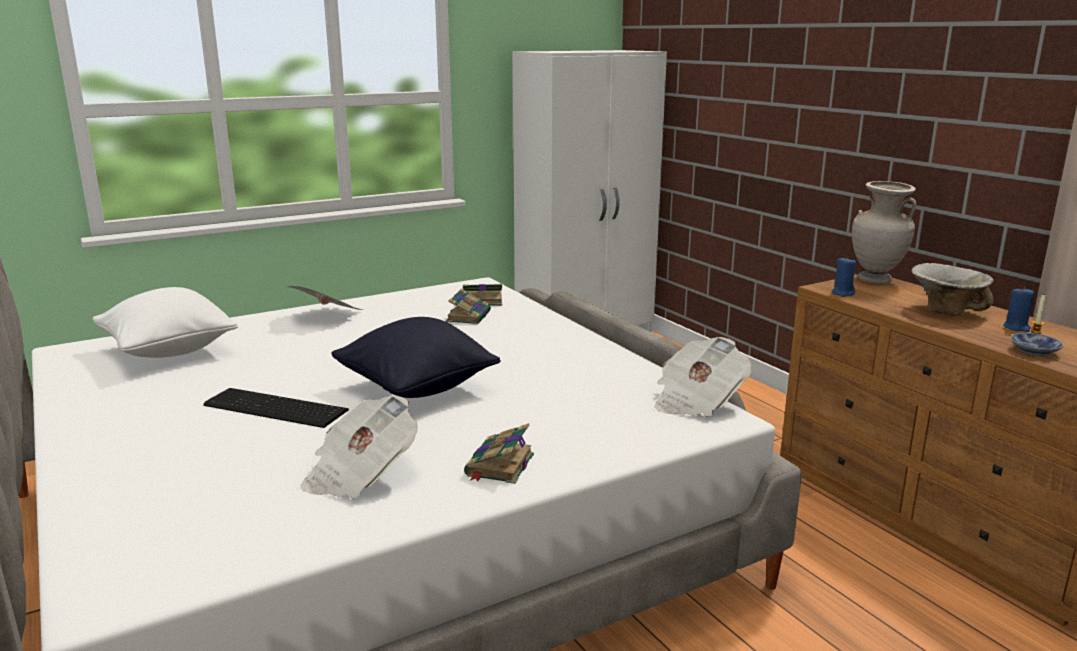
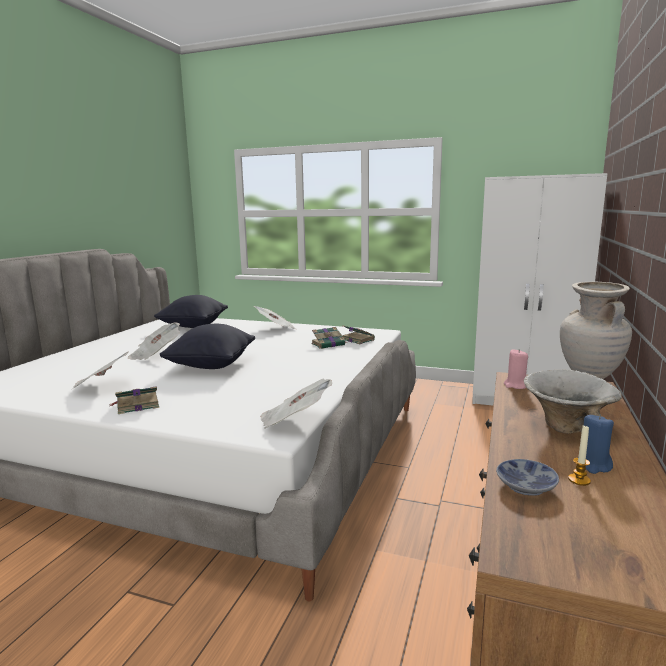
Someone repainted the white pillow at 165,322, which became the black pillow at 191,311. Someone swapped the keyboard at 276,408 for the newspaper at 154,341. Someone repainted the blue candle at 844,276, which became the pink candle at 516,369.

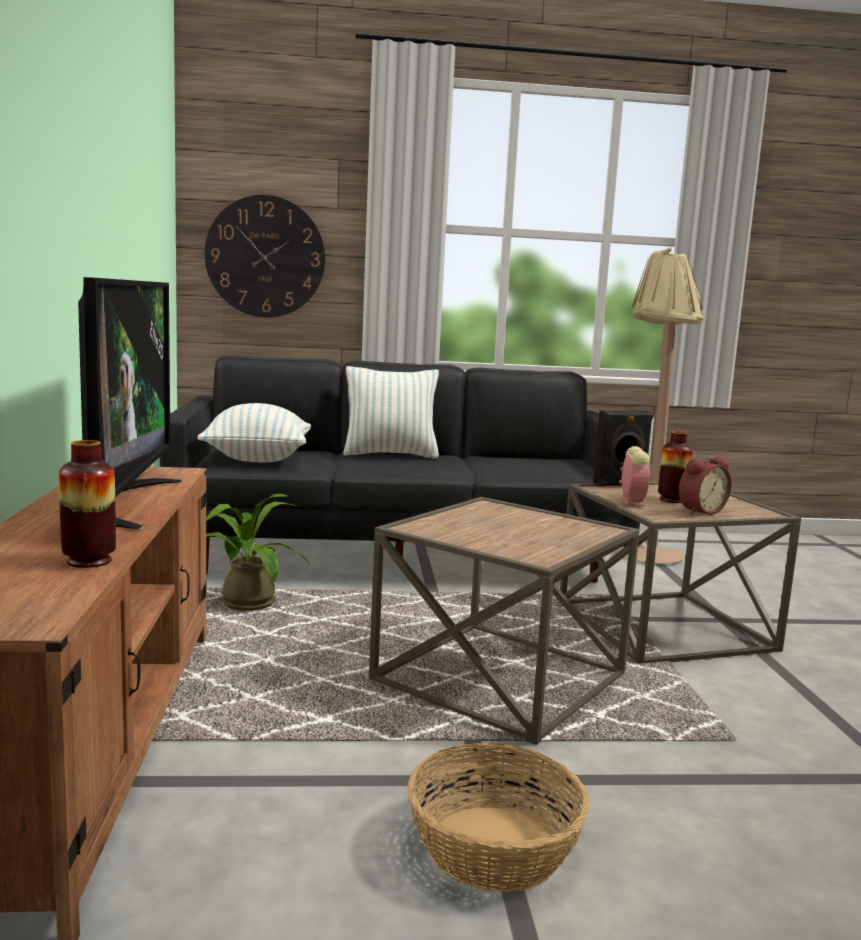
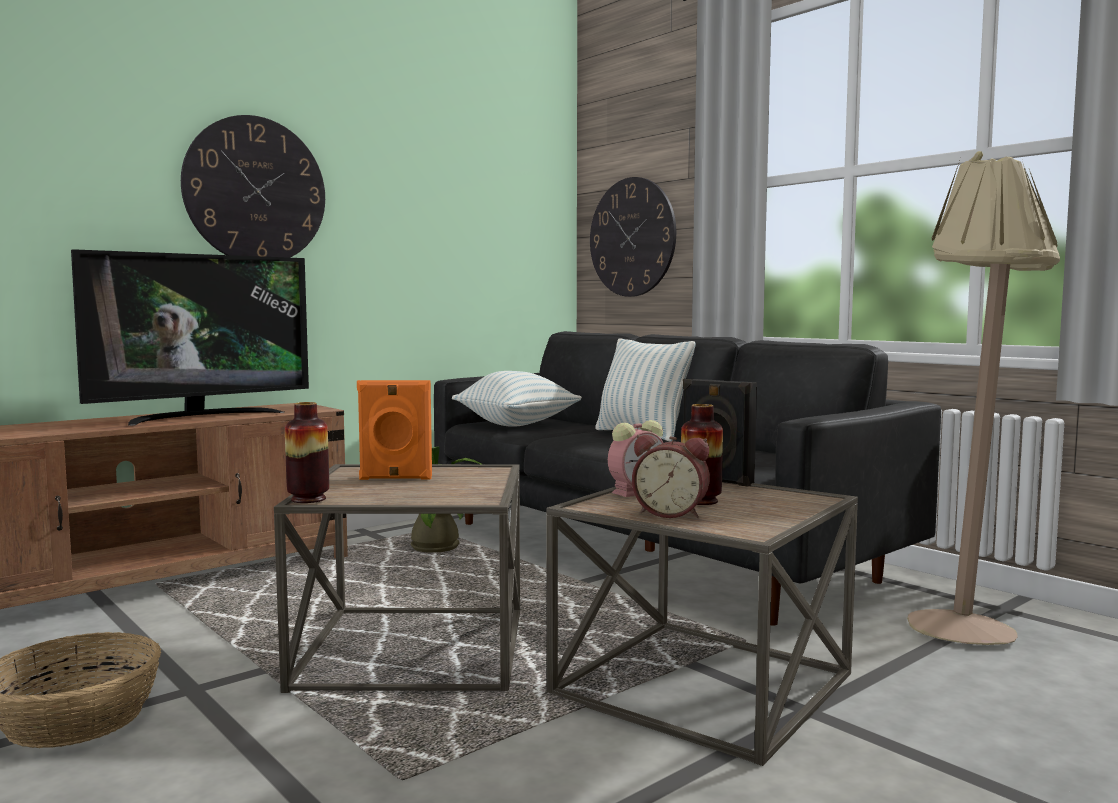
Someone carried the vase from 87,504 to 307,452. Someone put up the wall clock at 253,186. Someone put down the orange speaker at 394,430.

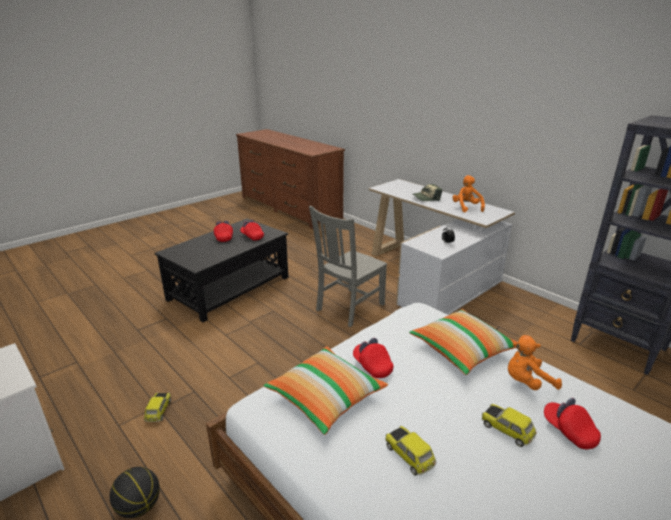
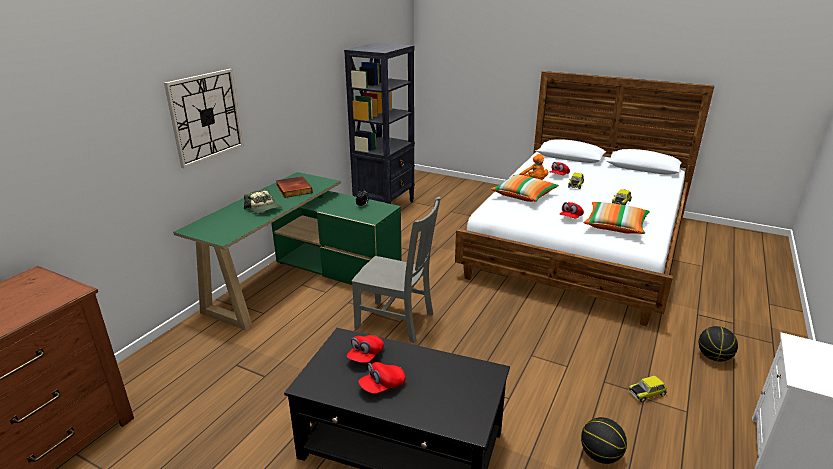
Someone repainted the white desk at 442,247, which became the green desk at 287,251. Someone swapped the orange plush toy at 468,193 for the book at 294,187. Someone put up the wall clock at 204,118. Someone put down the basketball at 604,440.

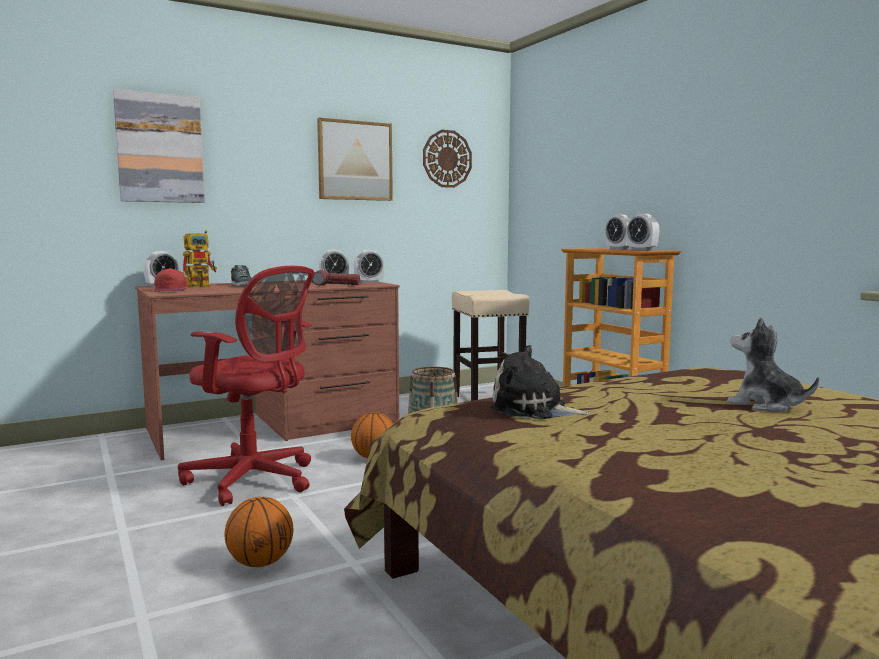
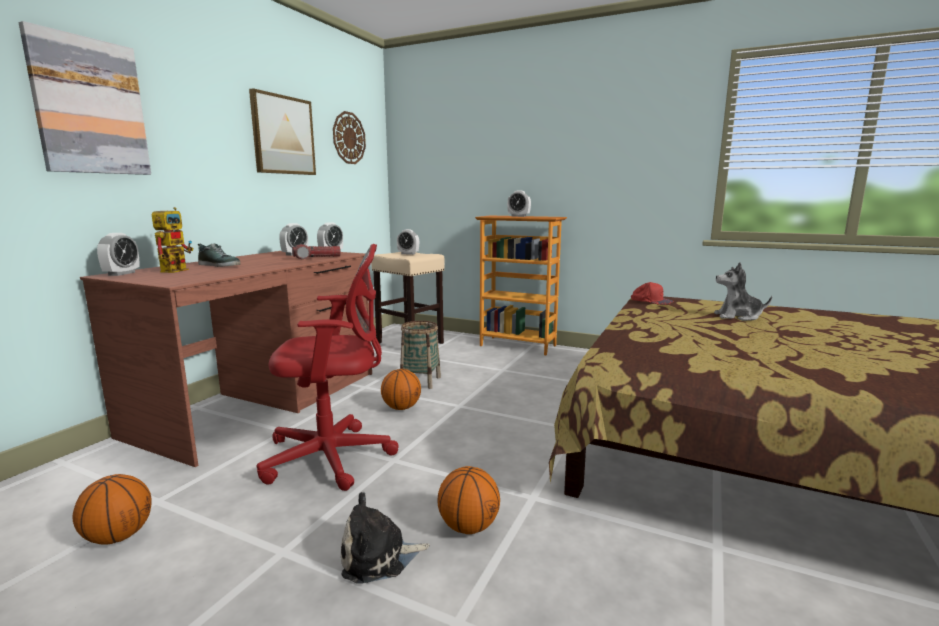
Someone carried the red cap from 171,280 to 652,293. Someone carried the plush toy from 540,382 to 385,538. Someone carried the alarm clock from 643,232 to 408,242. Someone put down the basketball at 112,509.

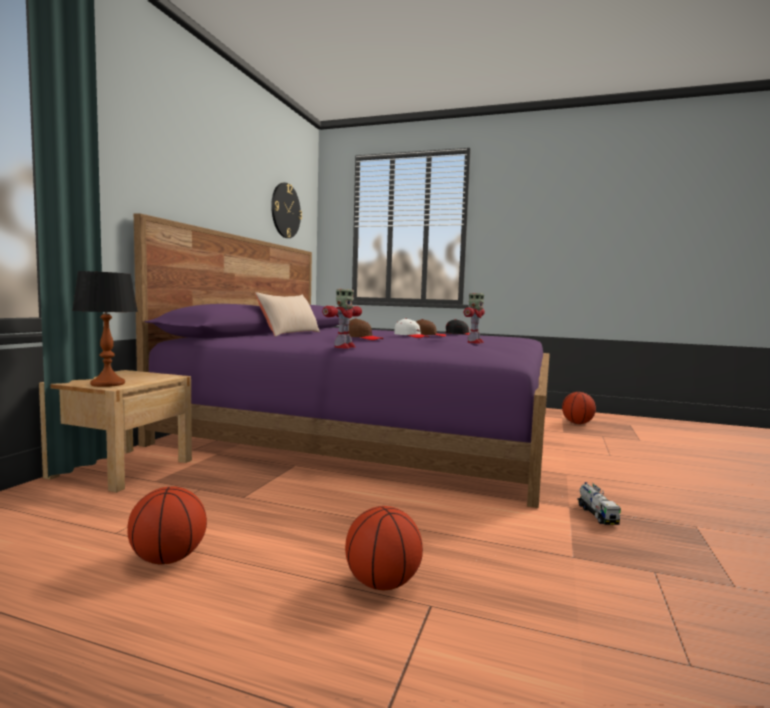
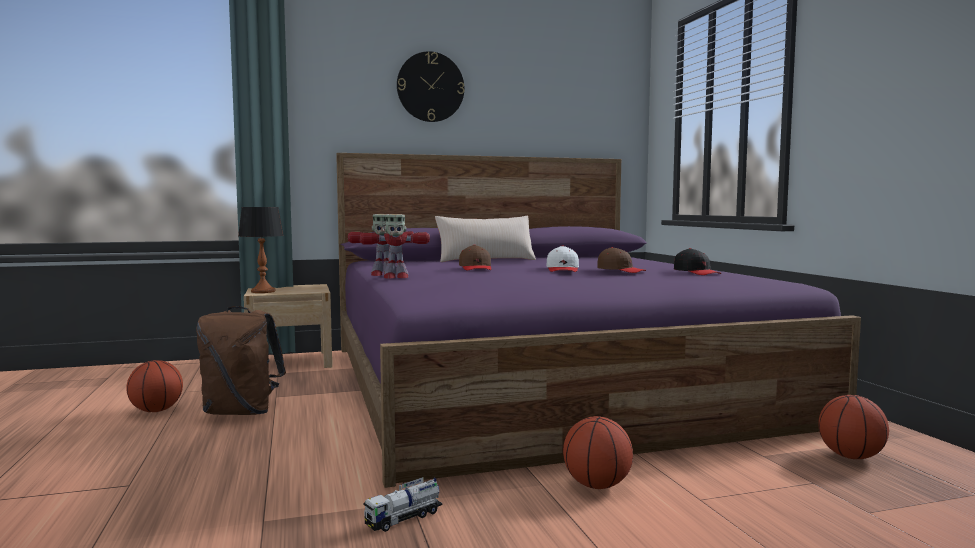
Someone carried the wall clock from 286,210 to 430,86. Someone carried the basketball from 384,548 to 598,452. Someone carried the toy robot from 474,318 to 395,246. Someone put down the brown backpack at 241,360.

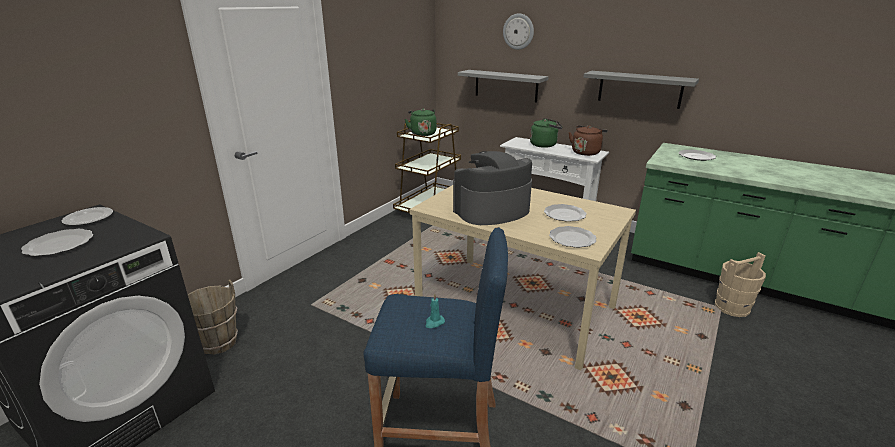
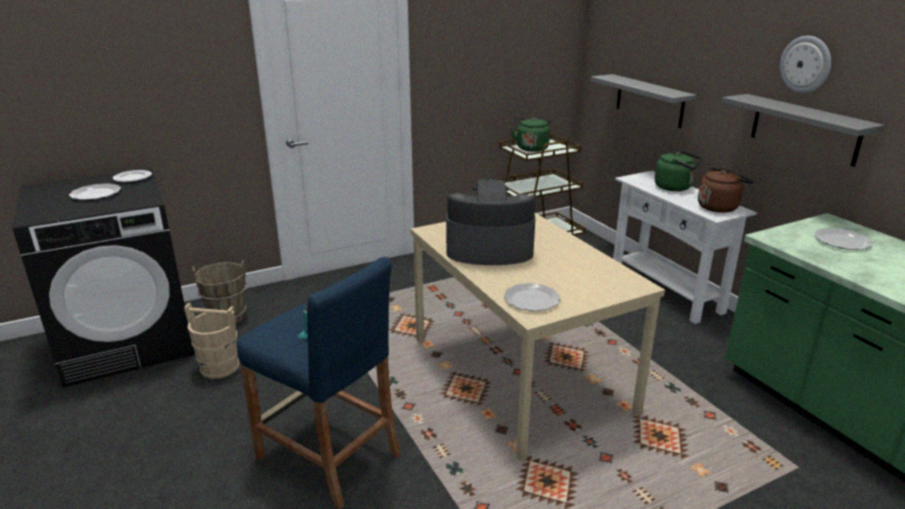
Someone carried the wall clock from 518,31 to 805,64. Someone took away the plate at 565,213. Someone carried the beige bucket from 740,284 to 211,341.

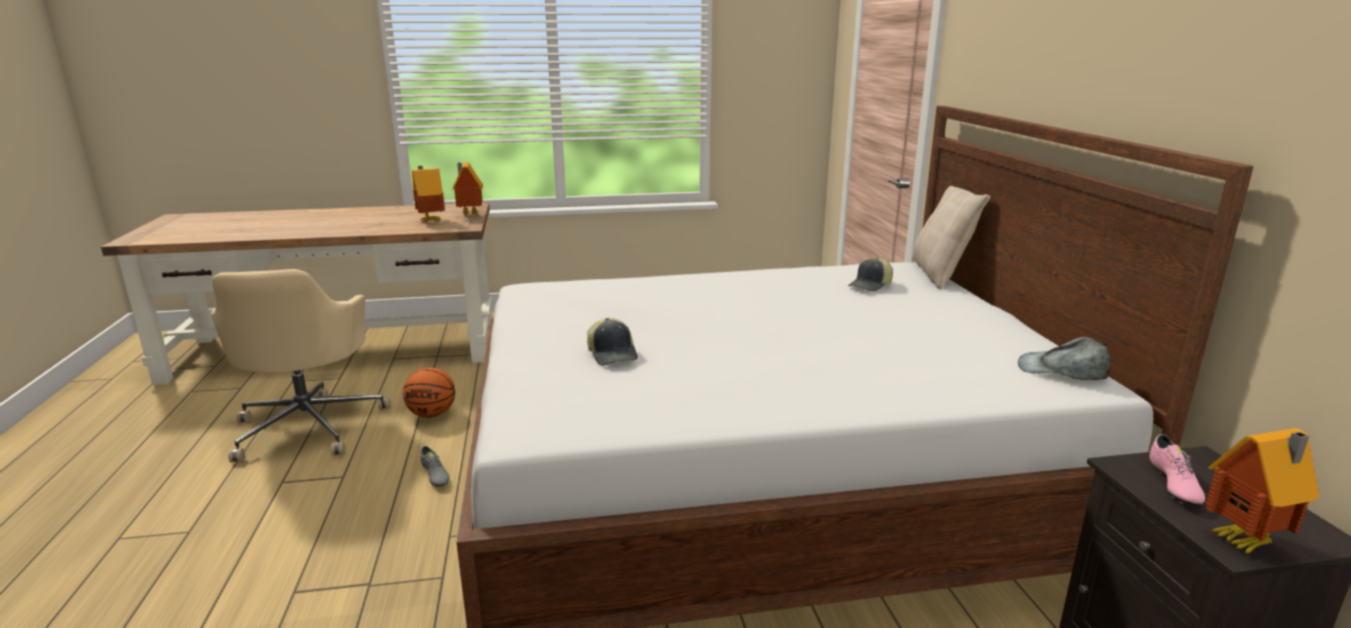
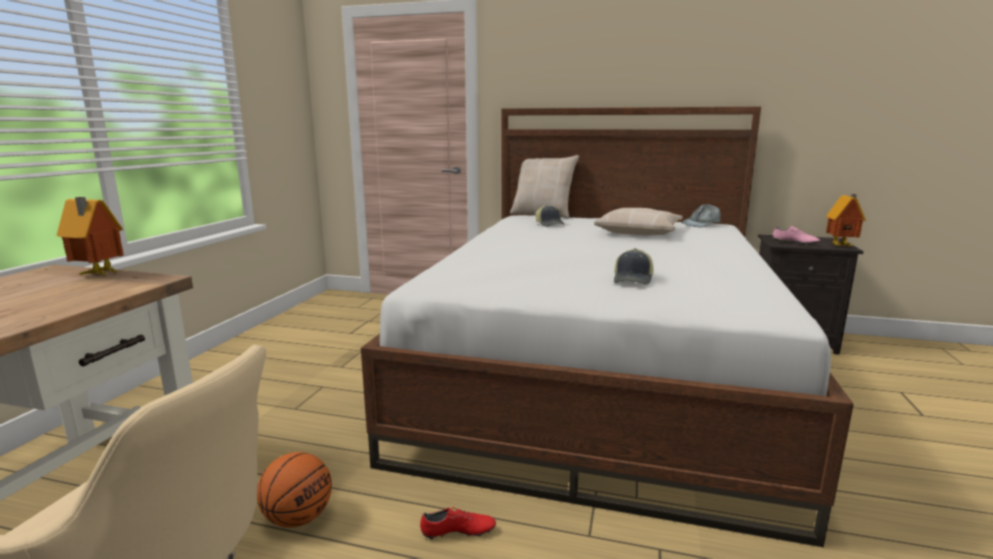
Someone took away the toy house at 428,194. Someone repainted the grey shoe at 435,466, which became the red shoe at 458,523. Someone rotated the cap at 612,342 by 105 degrees clockwise. Someone put down the beige pillow at 638,221.

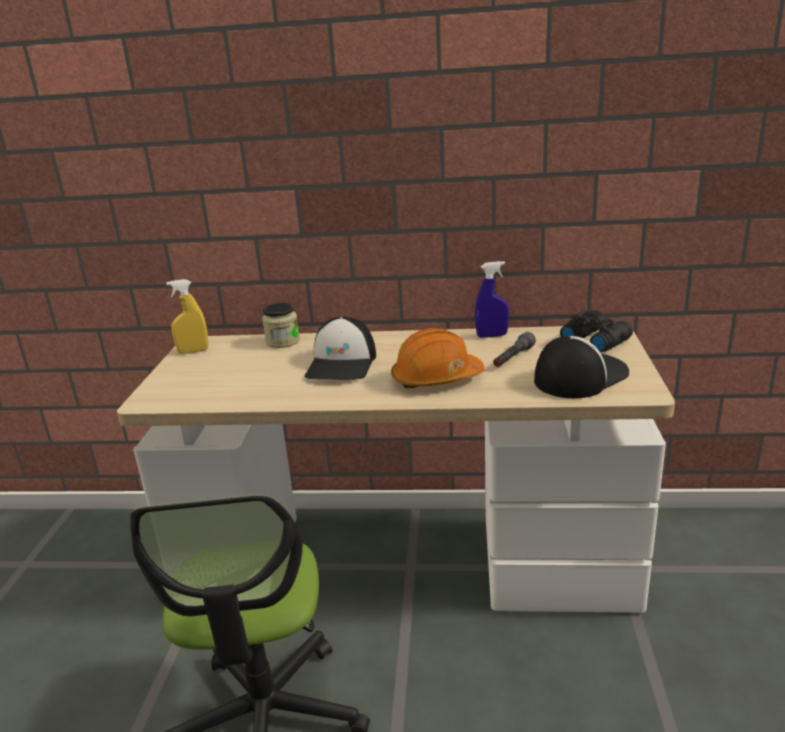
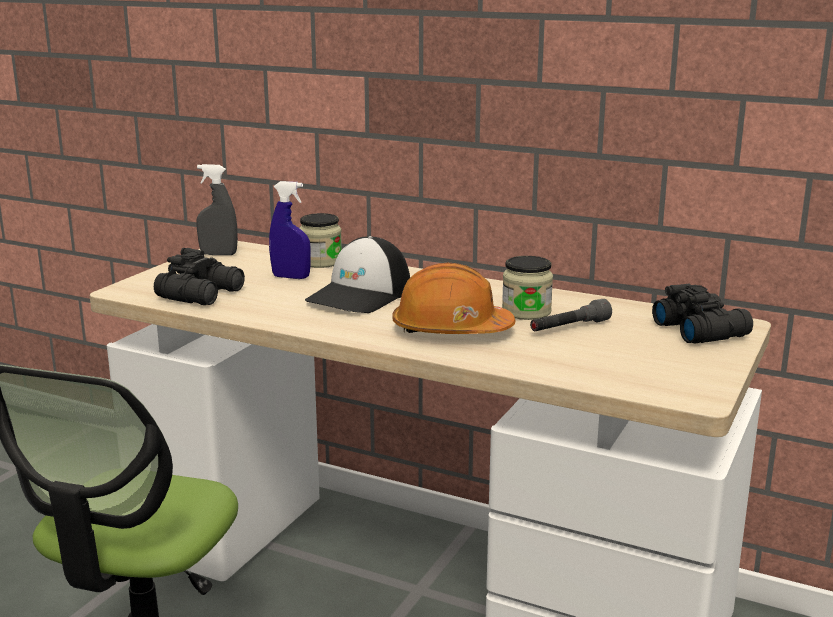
Someone repainted the yellow spray bottle at 187,316, which became the grey spray bottle at 217,209. Someone carried the blue spray bottle from 492,299 to 290,230. Someone took away the cap at 581,367. Someone put down the black binoculars at 199,276. Someone put down the jar at 527,288.

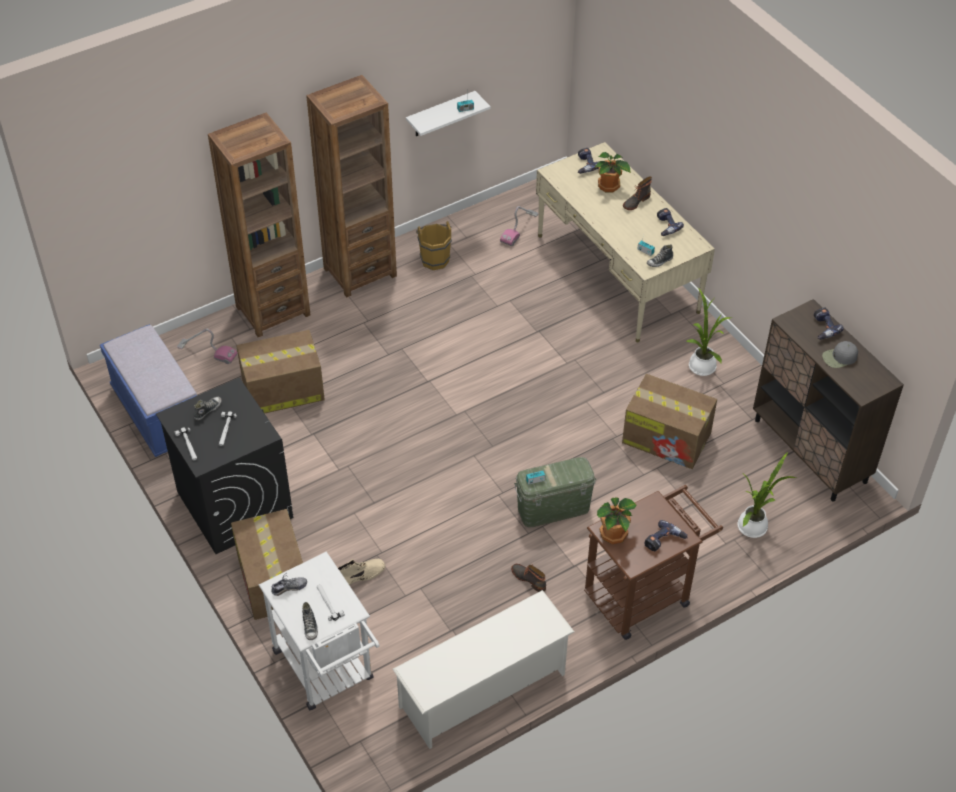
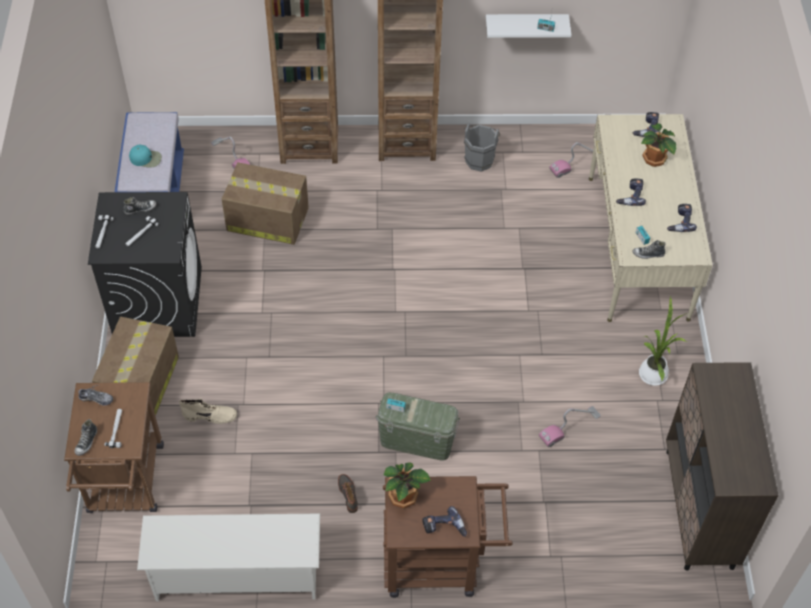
Someone repainted the white cart at 319,630, which became the brown cart at 114,447. Someone repainted the brown bucket at 434,245, which became the grey bucket at 482,147. Someone swapped the cardboard box at 669,421 for the vacuum cleaner at 570,426. Someone took away the boot at 637,193. Someone took away the potted plant at 767,495. Someone carried the power drill from 829,323 to 631,192. Someone took away the grey cap at 840,354. Someone put down the turquoise cap at 145,156.

